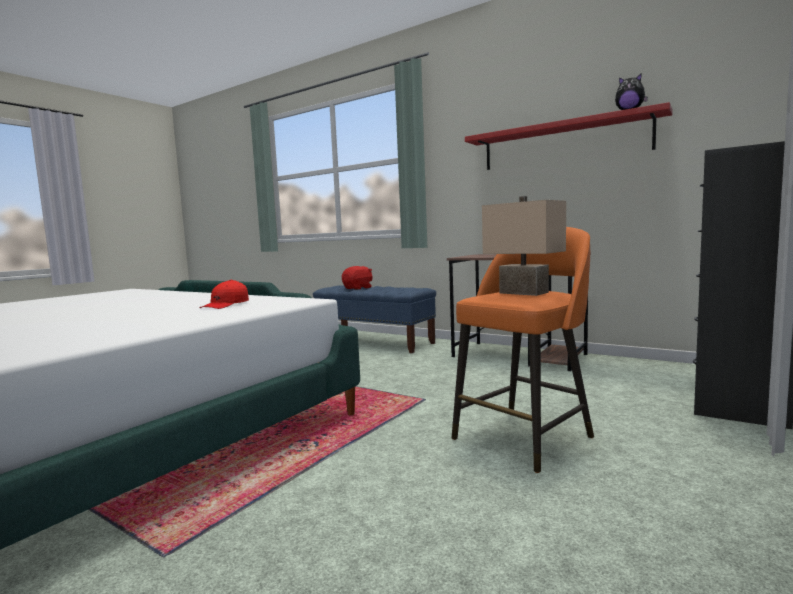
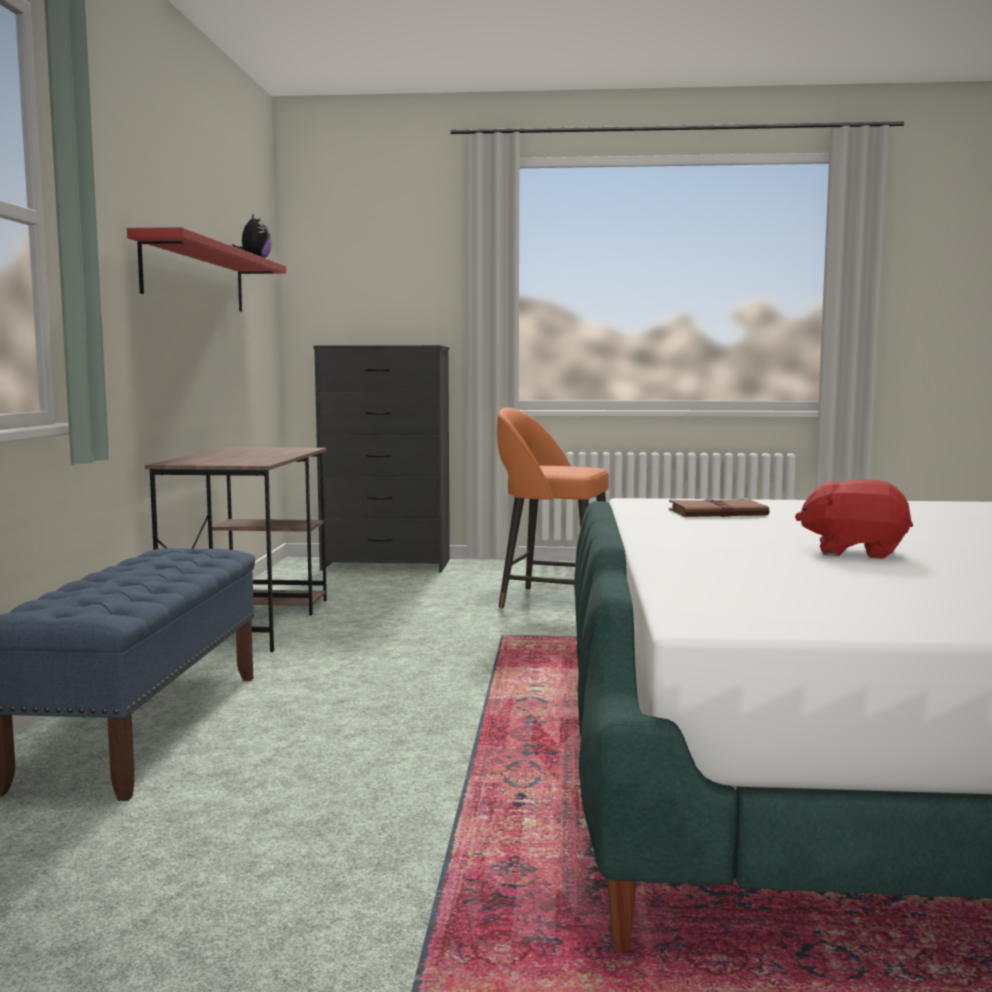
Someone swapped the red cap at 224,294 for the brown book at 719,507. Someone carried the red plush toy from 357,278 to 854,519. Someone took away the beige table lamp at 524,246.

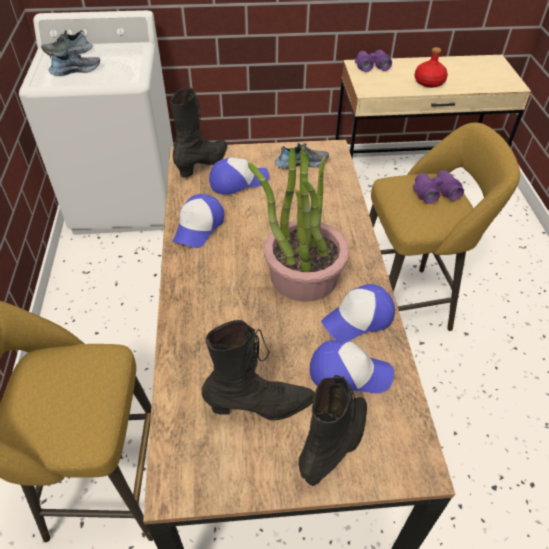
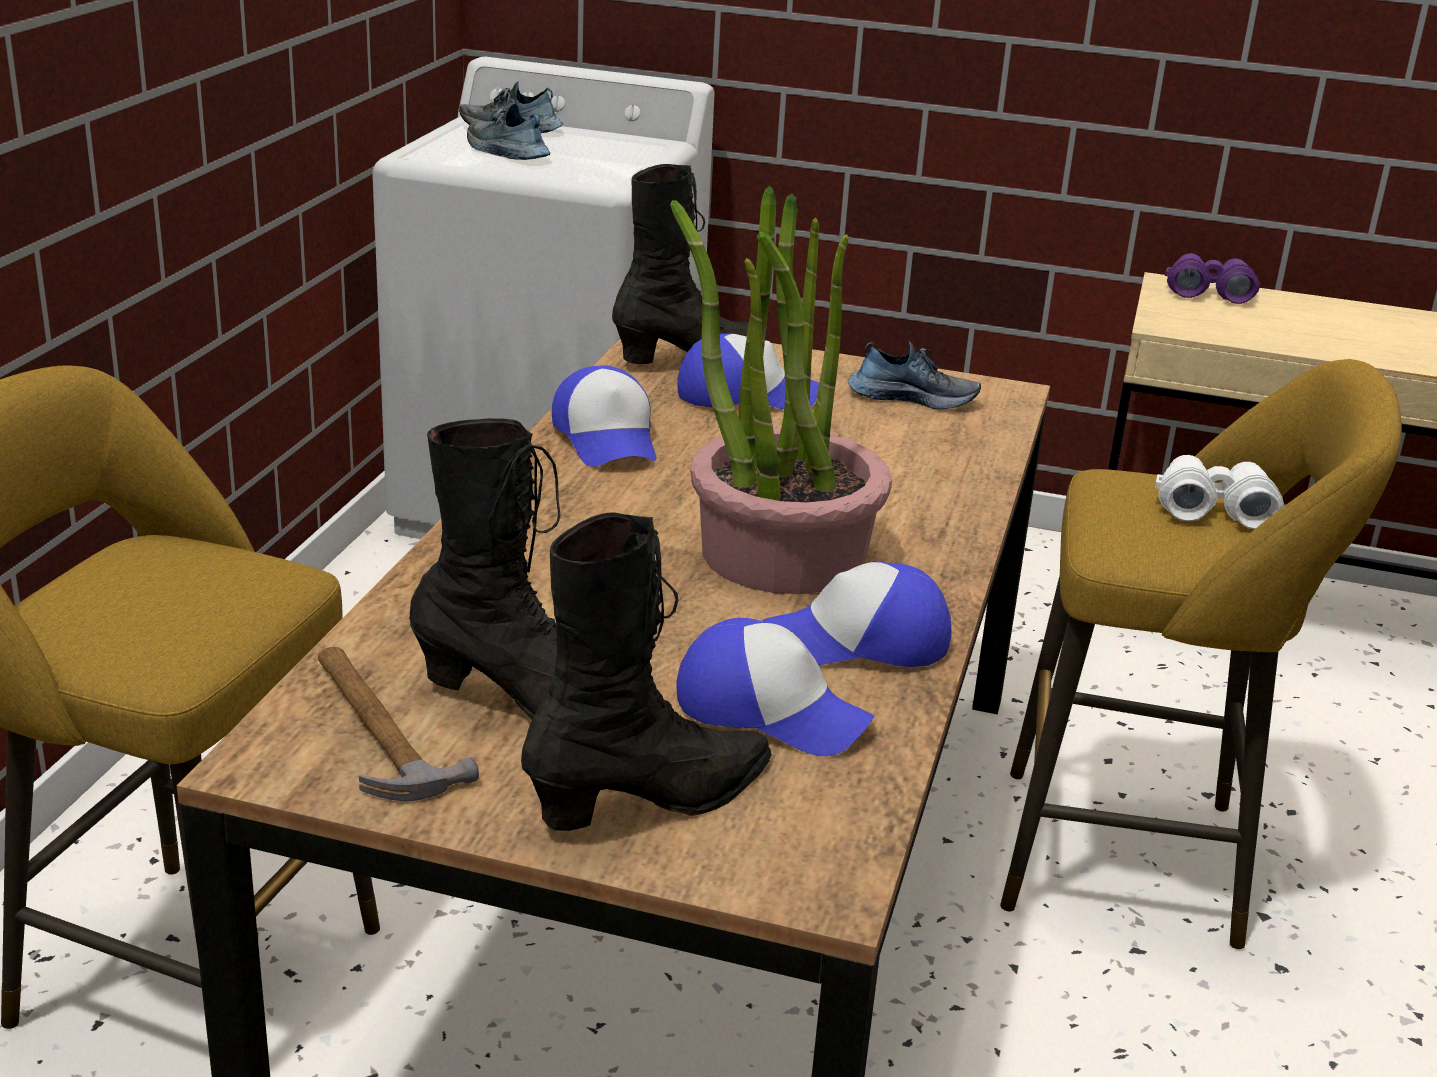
Someone rotated the shoe at 74,62 by 135 degrees counterclockwise. Someone rotated the cap at 198,221 by 60 degrees counterclockwise. Someone repainted the purple binoculars at 438,187, which became the white binoculars at 1219,492. Someone took away the red bottle at 431,67. Someone put down the hammer at 398,724.

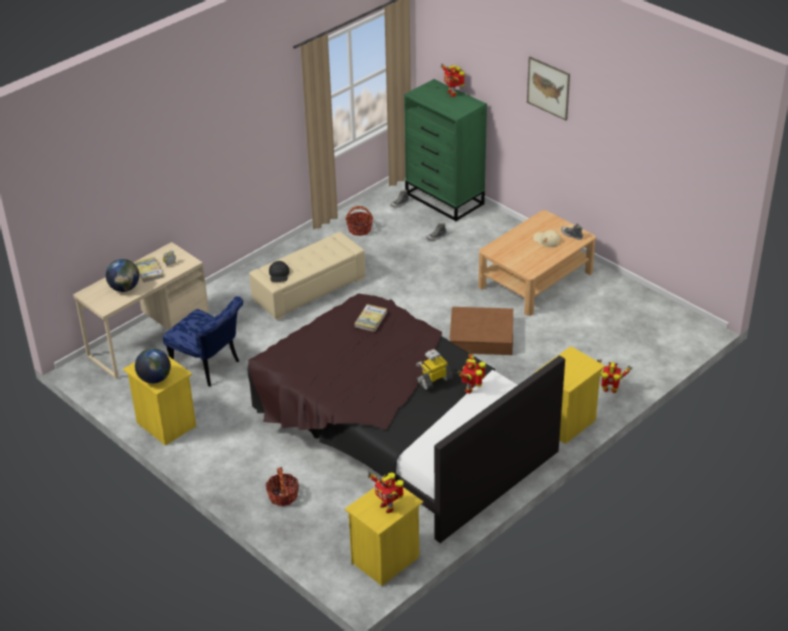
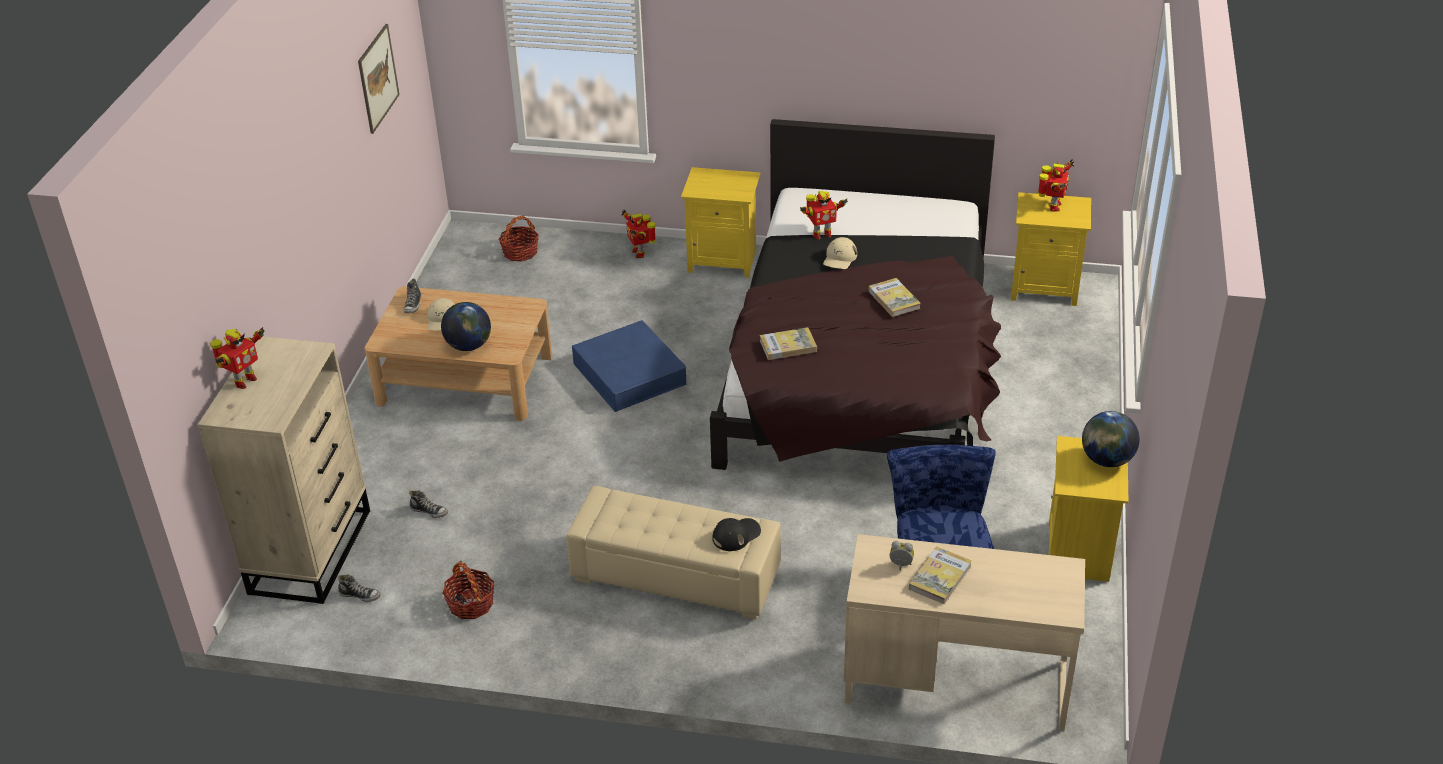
Someone carried the globe from 122,275 to 466,326. Someone carried the basket from 282,486 to 518,238. Someone repainted the green dresser at 445,150, which became the beige dresser at 284,470. Someone swapped the toy robot at 434,369 for the beige cap at 840,253. Someone repainted the brown storage box at 481,331, which became the blue storage box at 629,366. Someone carried the picture from 548,89 to 379,79. Someone put down the book at 895,297.

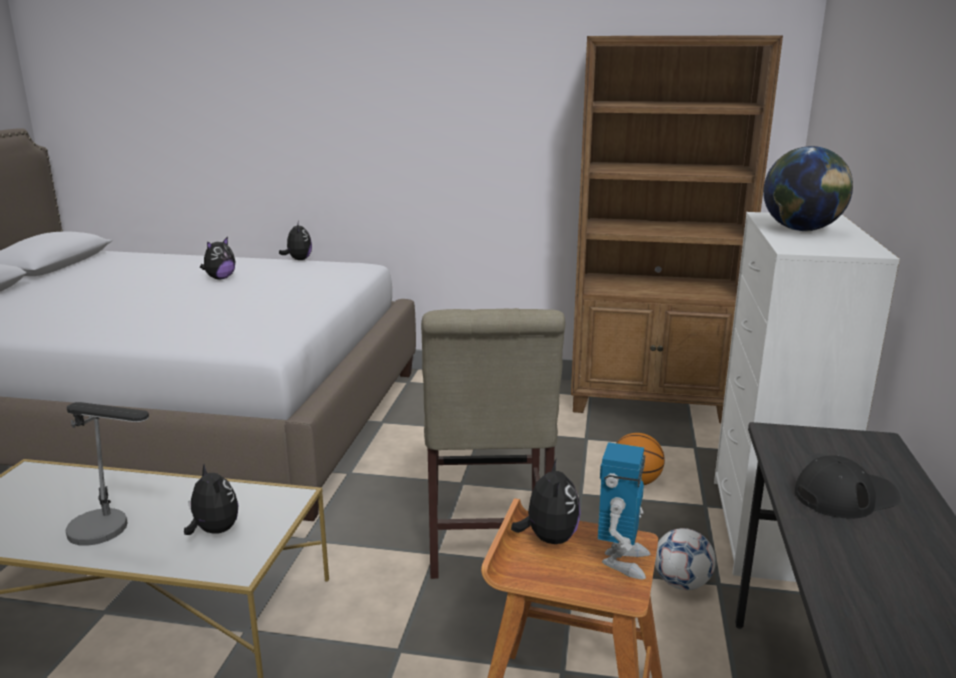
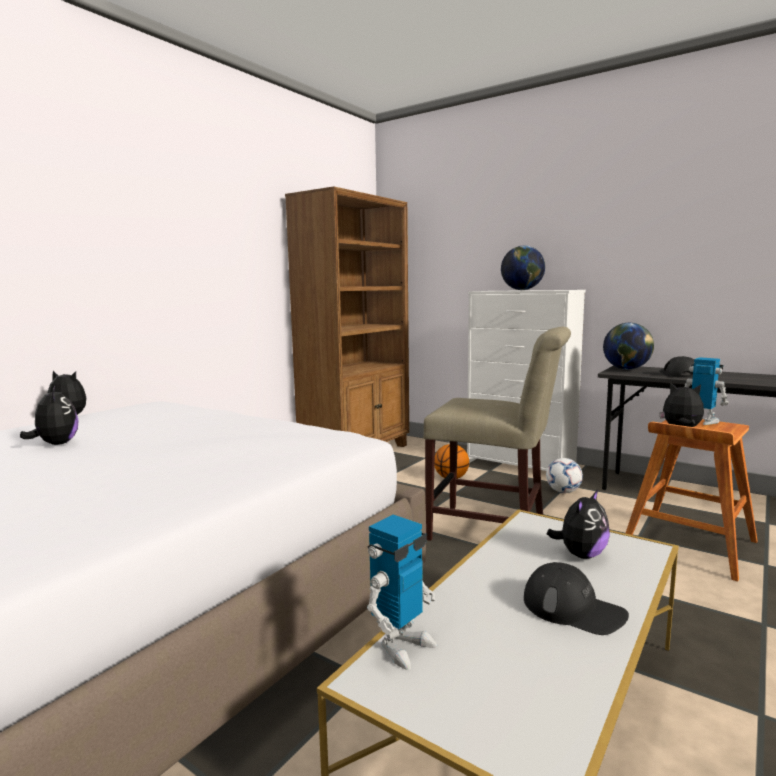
Someone swapped the table lamp at 107,474 for the black cap at 576,598. Someone rotated the plush toy at 211,499 by 150 degrees clockwise. Someone put down the toy robot at 402,592. Someone put down the globe at 628,346.

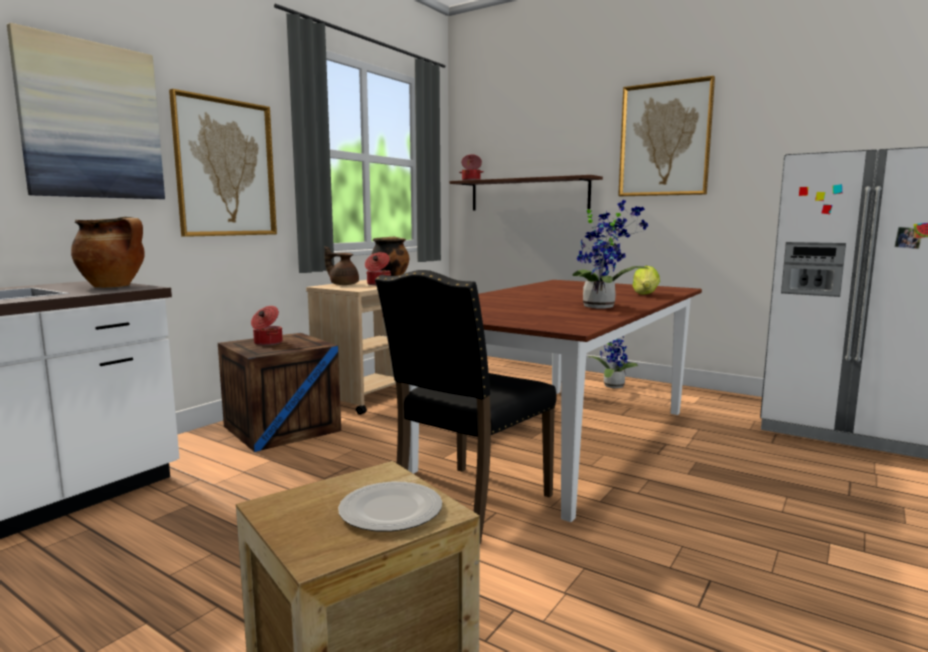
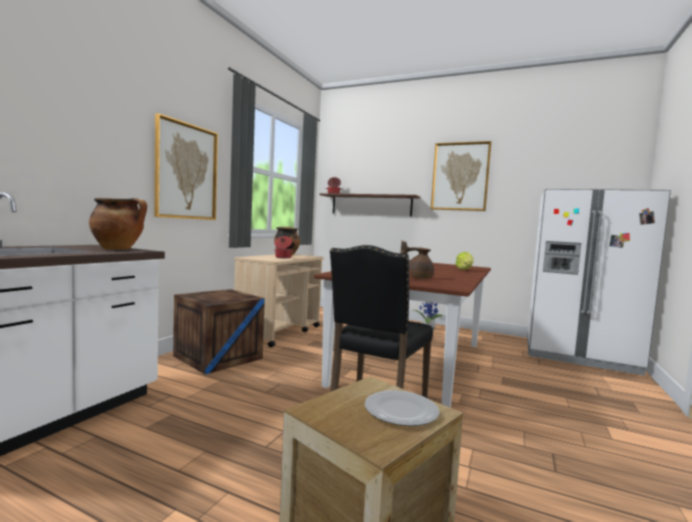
Someone took away the picture at 86,111. Someone took away the cooking pot at 266,326. Someone carried the brown teapot from 341,265 to 417,259. Someone took away the potted plant at 611,254.

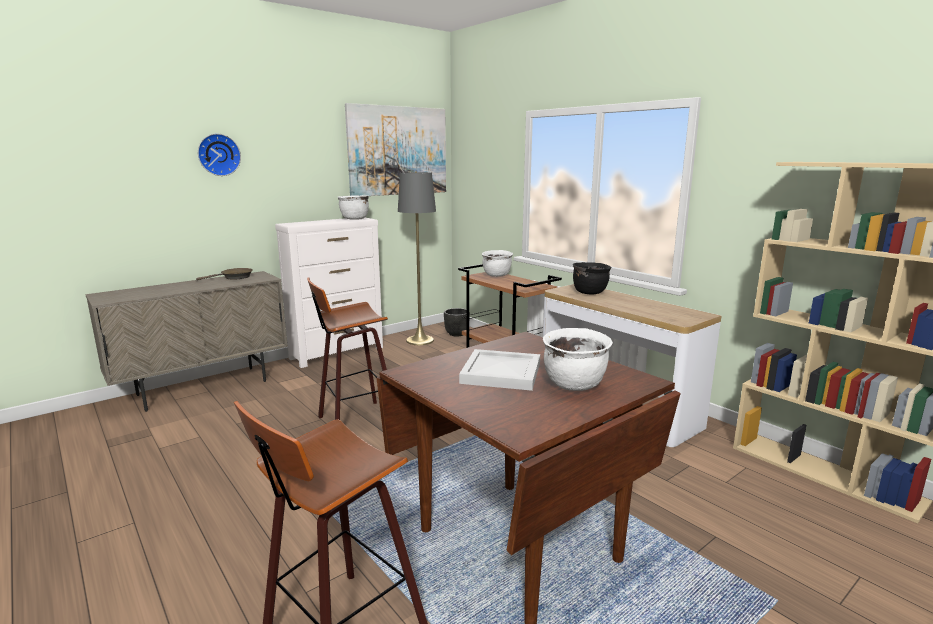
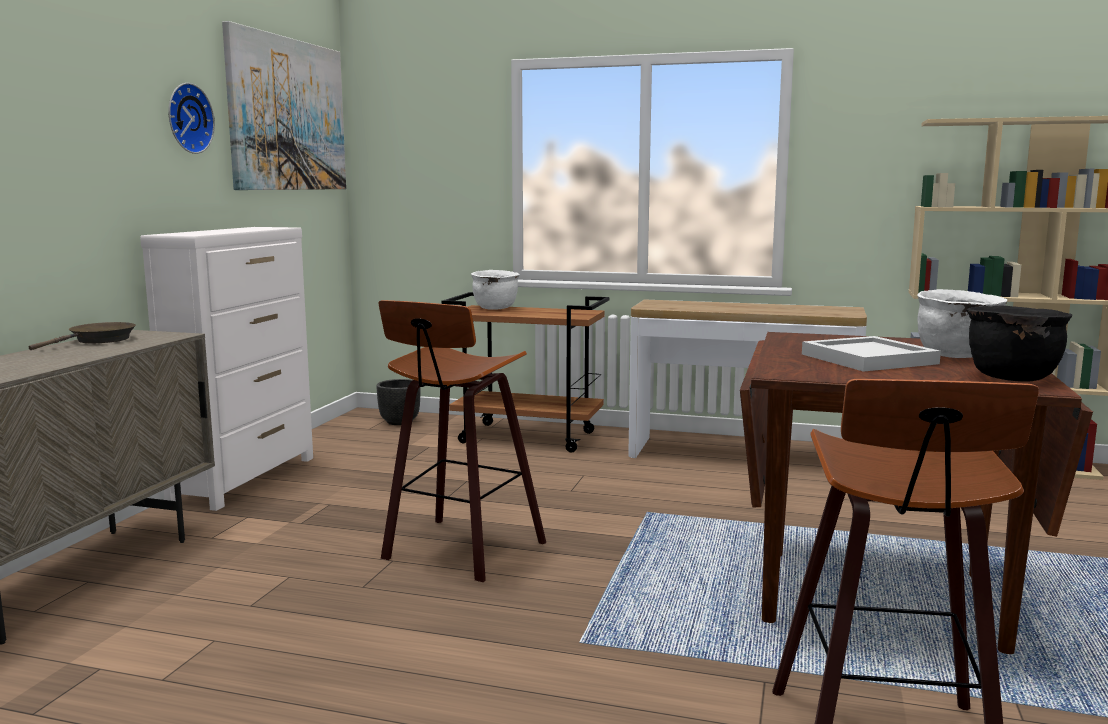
Someone carried the wall clock from 219,155 to 191,118. Someone took away the white cooking pot at 353,207. Someone took away the grey floor lamp at 417,258. Someone carried the black cooking pot from 592,278 to 1019,344.

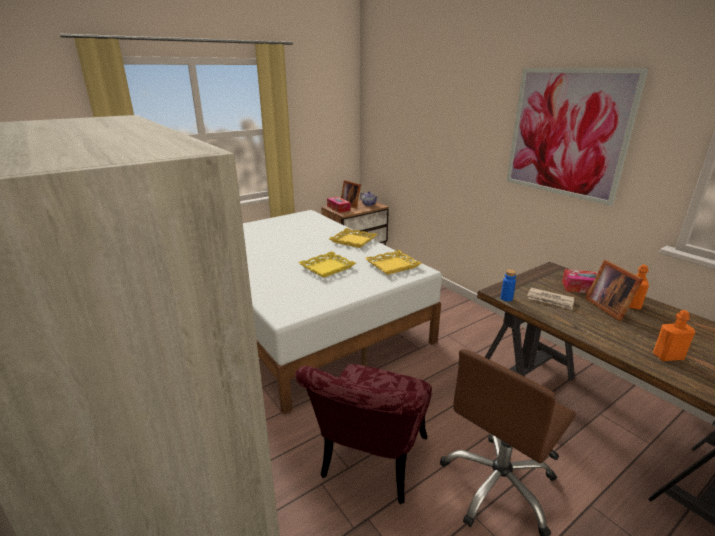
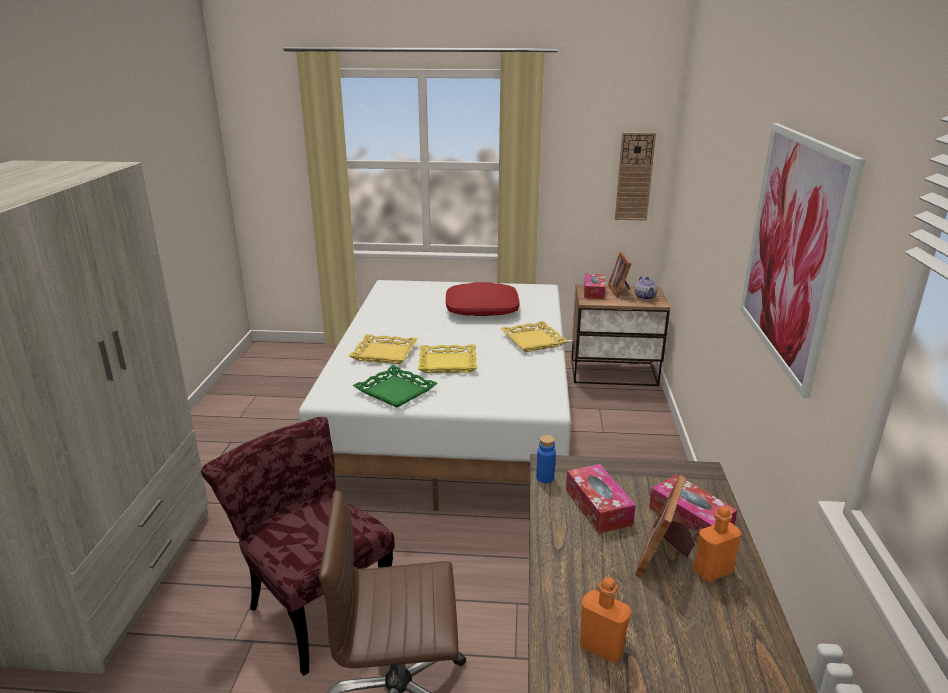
Someone rotated the red chair at 363,434 by 75 degrees clockwise. Someone carried the yellow tray from 393,262 to 383,349. Someone swapped the newspaper at 550,299 for the tissue box at 601,499. Someone put down the green tray at 395,386. Someone put down the red pillow at 483,299. Someone put up the wall clock at 635,176.

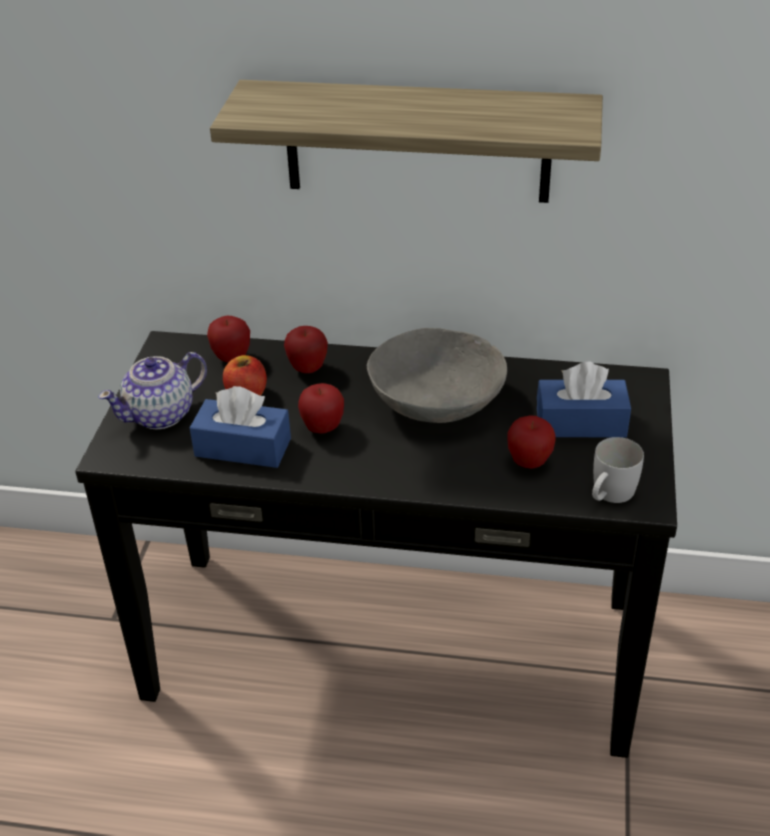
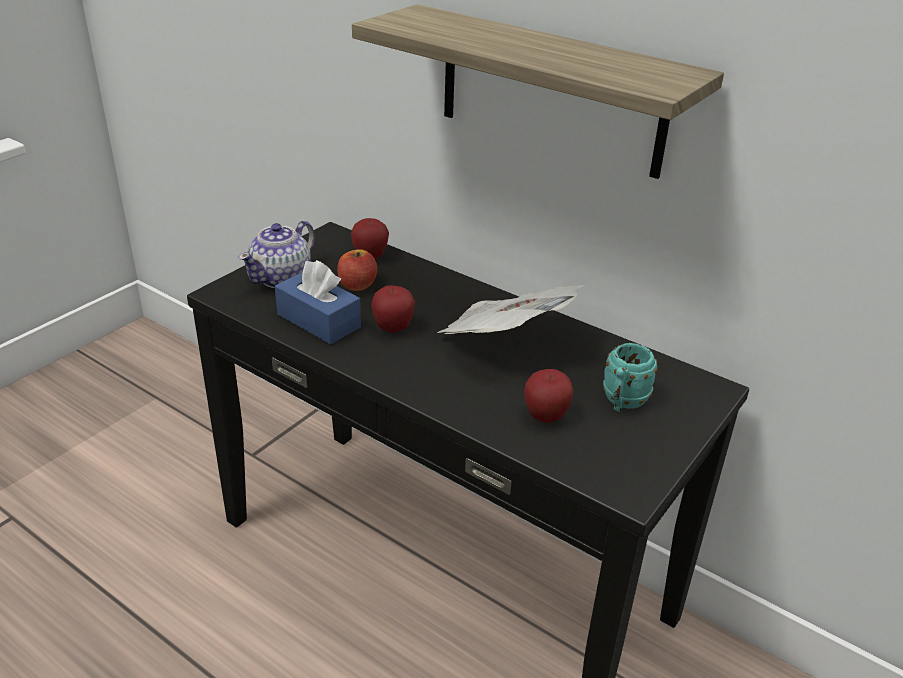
Someone rotated the teapot at 152,390 by 45 degrees counterclockwise. Someone took away the apple at 306,349. Someone swapped the grey bowl at 437,375 for the newspaper at 510,309. Someone swapped the blue tissue box at 584,400 for the turquoise mug at 630,377. Someone took away the white mug at 618,470.

